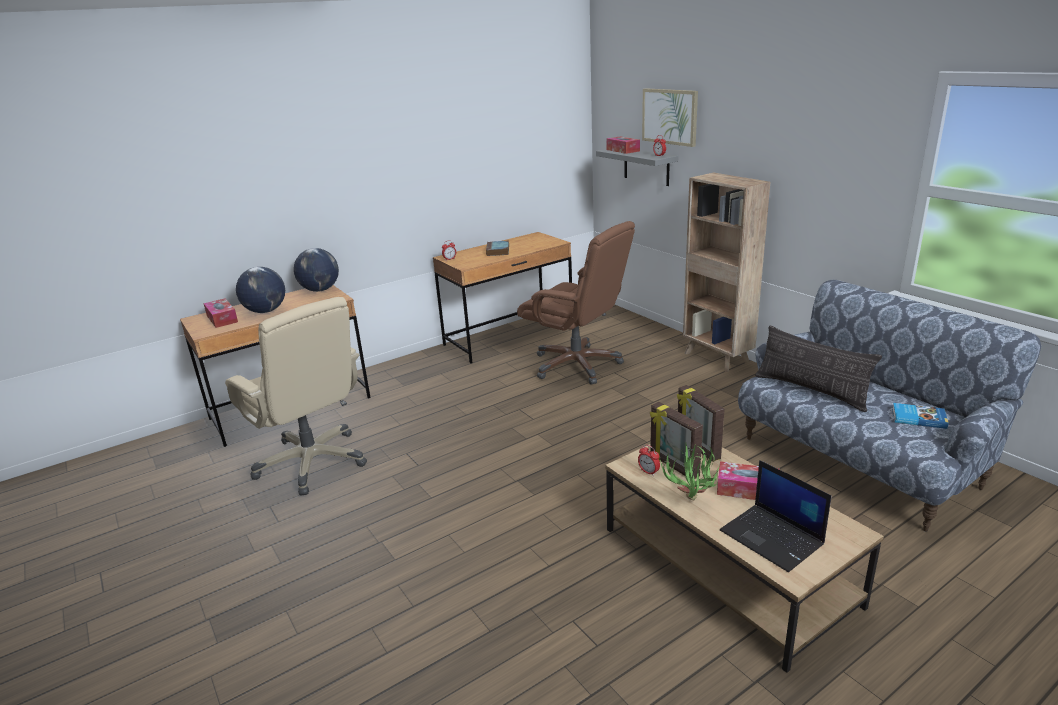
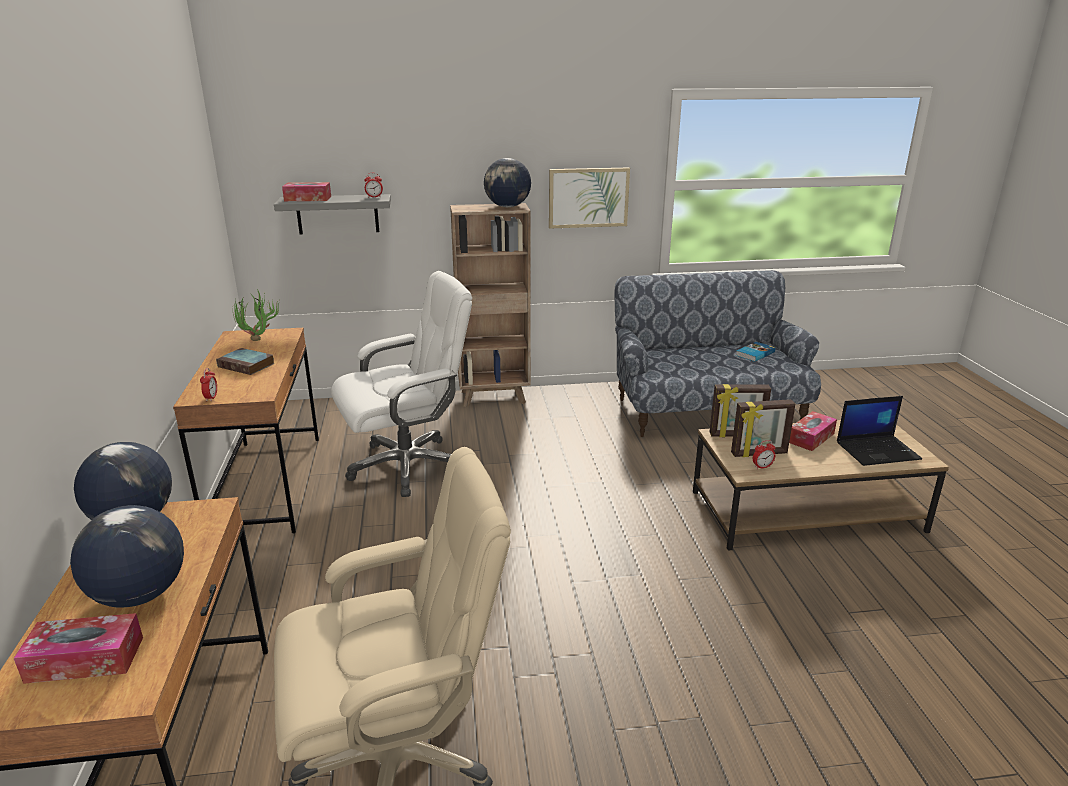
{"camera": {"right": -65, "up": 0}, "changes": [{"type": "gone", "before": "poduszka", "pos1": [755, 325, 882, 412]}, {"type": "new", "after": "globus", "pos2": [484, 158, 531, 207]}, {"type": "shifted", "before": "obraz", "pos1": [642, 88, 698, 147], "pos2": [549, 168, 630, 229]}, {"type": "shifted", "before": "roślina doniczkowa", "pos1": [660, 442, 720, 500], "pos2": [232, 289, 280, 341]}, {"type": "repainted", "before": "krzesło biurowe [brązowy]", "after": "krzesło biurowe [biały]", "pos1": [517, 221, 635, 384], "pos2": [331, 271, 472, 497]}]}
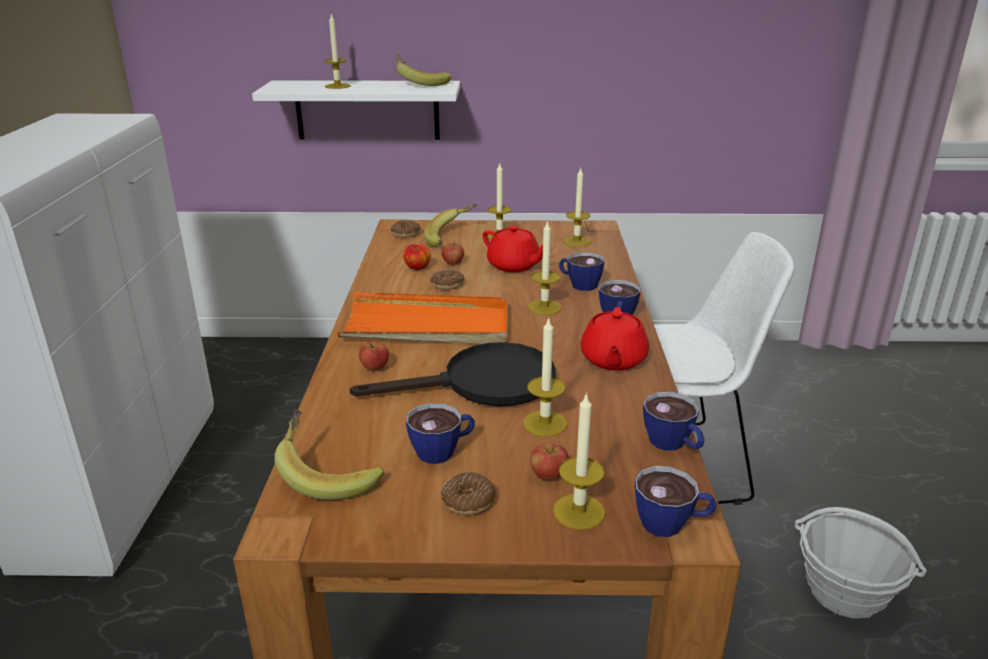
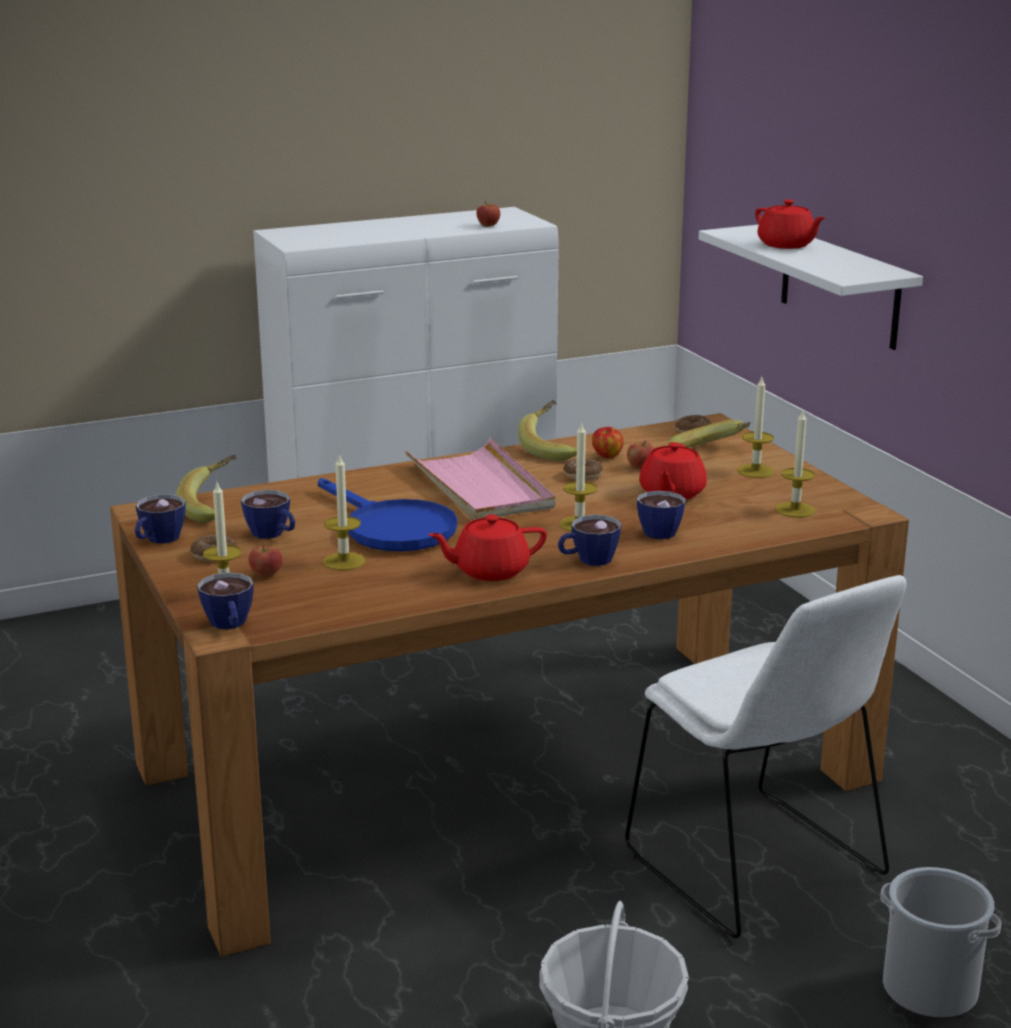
{"camera": {"right": 65, "up": -5}, "changes": [{"type": "new", "after": "wiadro", "pos2": [880, 867, 1002, 1019]}, {"type": "shifted", "before": "jabłko", "pos1": [359, 341, 389, 371], "pos2": [476, 201, 500, 227]}, {"type": "shifted", "before": "banan", "pos1": [396, 54, 451, 86], "pos2": [518, 400, 577, 461]}, {"type": "shifted", "before": "filiżanka", "pos1": [643, 392, 705, 451], "pos2": [135, 494, 186, 543]}, {"type": "swapped", "before": "świeca", "after": "imbryk [czerwony]", "pos1": [324, 14, 351, 89], "pos2": [755, 200, 825, 249]}, {"type": "repainted", "before": "taca [pomarańczowy]", "after": "taca [różowy]", "pos1": [337, 292, 508, 344], "pos2": [404, 438, 555, 520]}, {"type": "repainted", "before": "patelnia [czarny]", "after": "patelnia [niebieski]", "pos1": [350, 342, 556, 406], "pos2": [318, 478, 457, 551]}]}
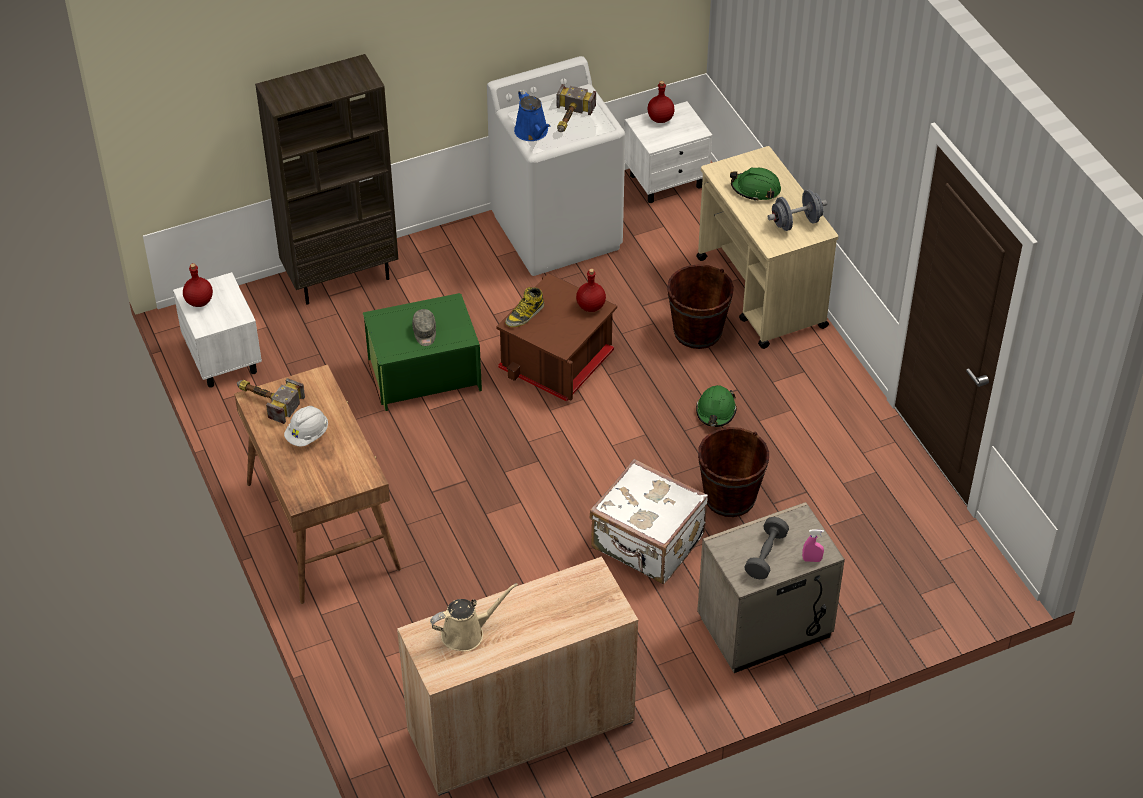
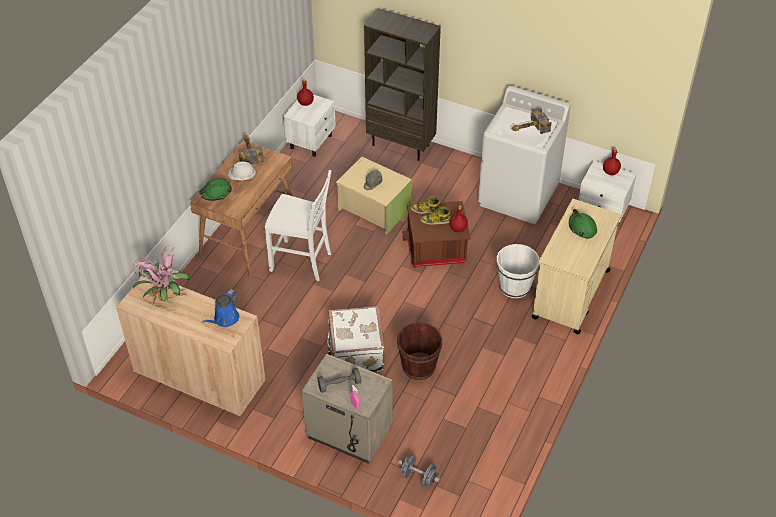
{"camera": {"right": 50, "up": 0}, "changes": [{"type": "new", "after": "krzesło [biały]", "pos2": [265, 170, 331, 281]}, {"type": "new", "after": "but z cholewką", "pos2": [420, 207, 451, 225]}, {"type": "shifted", "before": "konewka [niebieski]", "pos1": [514, 89, 550, 141], "pos2": [202, 289, 239, 327]}, {"type": "shifted", "before": "kask [zielony]", "pos1": [696, 385, 737, 427], "pos2": [199, 178, 232, 201]}, {"type": "shifted", "before": "hantel [szary]", "pos1": [768, 190, 827, 231], "pos2": [398, 455, 440, 487]}, {"type": "swapped", "before": "konewka [beżowy]", "after": "roślina doniczkowa", "pos1": [430, 583, 518, 651], "pos2": [133, 246, 189, 304]}, {"type": "repainted", "before": "pojemnik do przechowywania [zielony]", "after": "pojemnik do przechowywania [beżowy]", "pos1": [363, 293, 482, 411], "pos2": [336, 157, 411, 235]}, {"type": "repainted", "before": "wiadro [brązowy]", "after": "wiadro [biały]", "pos1": [667, 264, 734, 349], "pos2": [497, 244, 540, 298]}]}
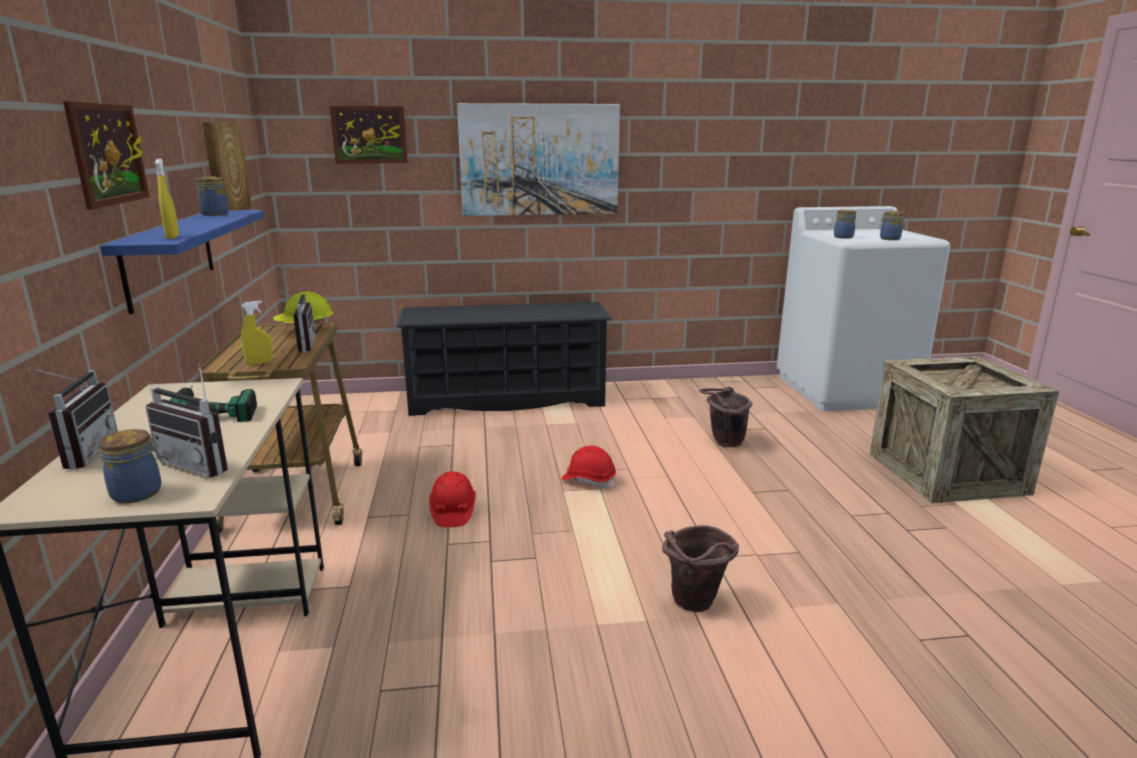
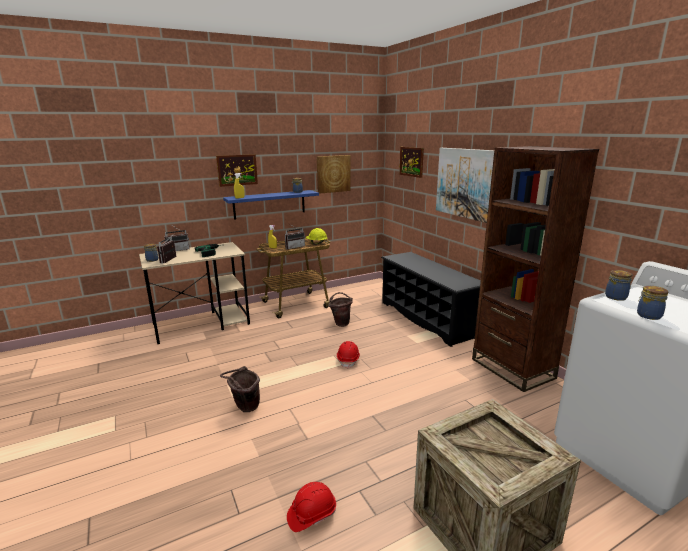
{"camera": {"right": 70, "up": 0}, "changes": [{"type": "new", "after": "regał [brązowy]", "pos2": [472, 146, 599, 392]}, {"type": "shifted", "before": "kask [czerwony]", "pos1": [429, 472, 476, 527], "pos2": [287, 482, 336, 532]}, {"type": "shifted", "before": "wiadro [brązowy]", "pos1": [699, 387, 752, 447], "pos2": [328, 292, 353, 327]}]}
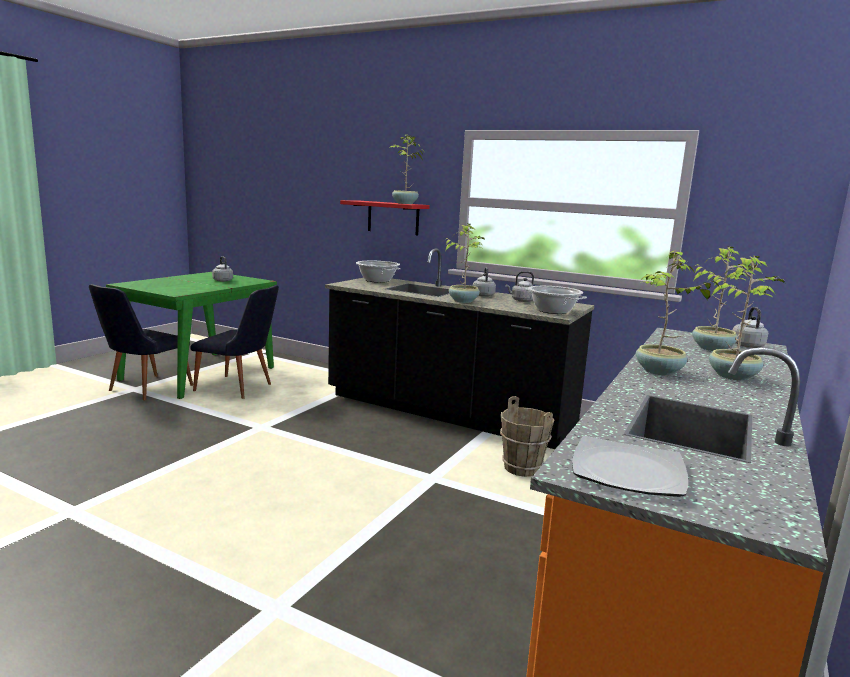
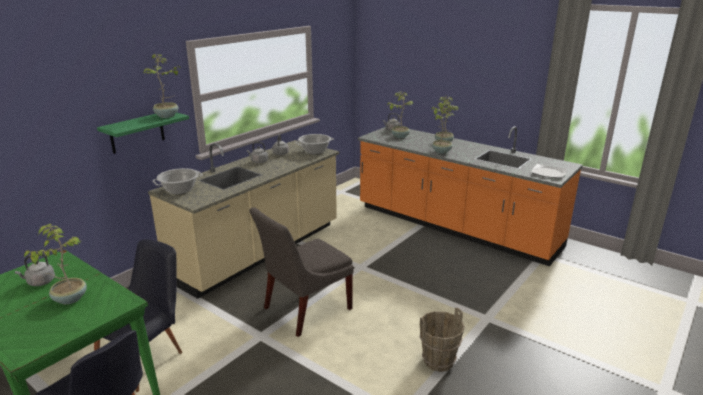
{"camera": {"right": -80, "up": 10}, "changes": [{"type": "new", "after": "krzesło [szary]", "pos2": [250, 207, 354, 337]}, {"type": "shifted", "before": "roślina doniczkowa", "pos1": [445, 224, 485, 303], "pos2": [24, 224, 87, 304]}, {"type": "shifted", "before": "wiadro [brązowy]", "pos1": [500, 396, 554, 477], "pos2": [420, 308, 465, 372]}, {"type": "repainted", "before": "zabudowa kuchenna [czarny]", "after": "zabudowa kuchenna [beżowy]", "pos1": [325, 248, 594, 449], "pos2": [148, 140, 339, 299]}, {"type": "repainted", "before": "półka [czerwony]", "after": "półka [zielony]", "pos1": [340, 200, 430, 236], "pos2": [97, 113, 189, 154]}]}
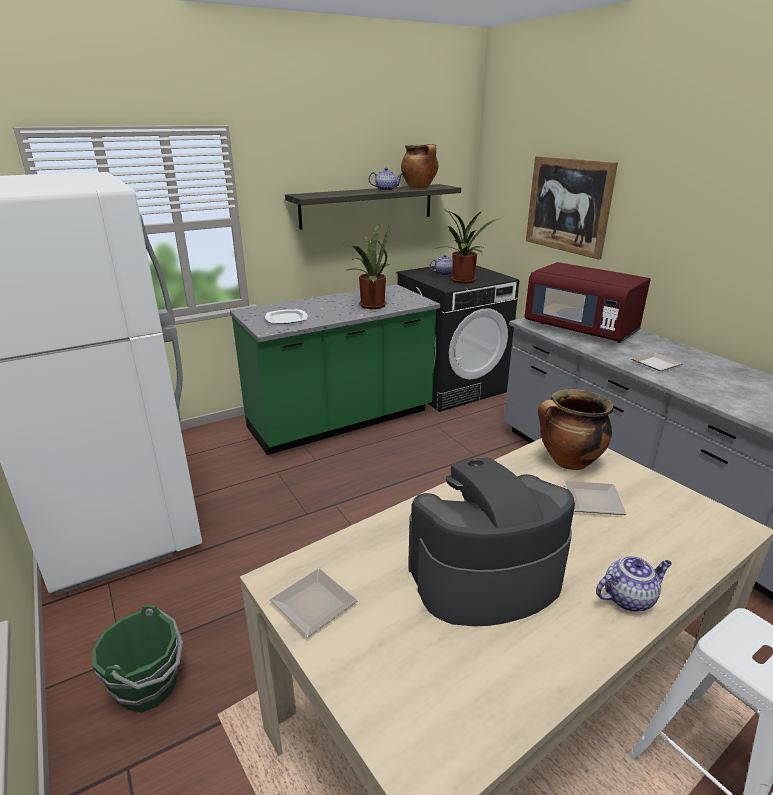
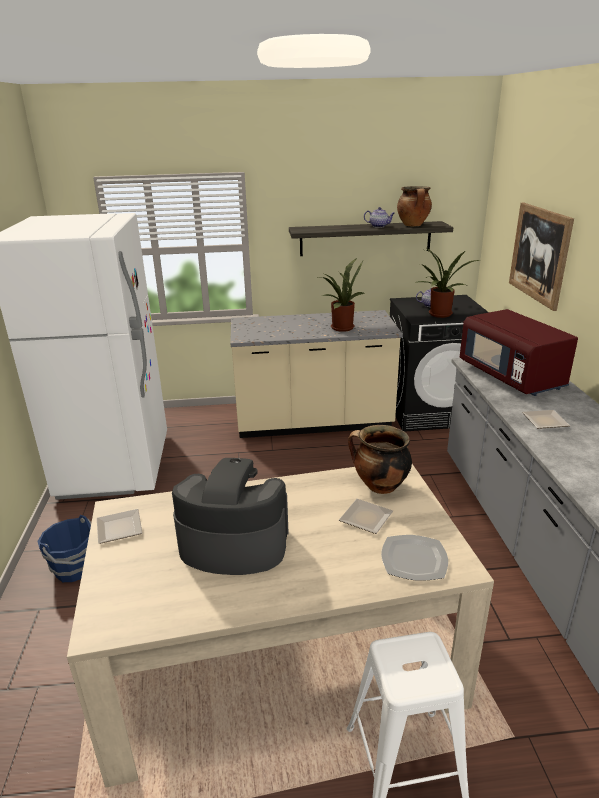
{"camera": {"right": 25, "up": 0}, "changes": [{"type": "gone", "before": "imbryk", "pos1": [596, 556, 672, 612]}, {"type": "shifted", "before": "talerz", "pos1": [265, 309, 308, 324], "pos2": [381, 535, 448, 581]}, {"type": "repainted", "before": "wiadro [zielony]", "after": "wiadro [niebieski]", "pos1": [92, 605, 183, 713], "pos2": [37, 515, 91, 582]}, {"type": "repainted", "before": "zabudowa kuchenna [zielony]", "after": "zabudowa kuchenna [beżowy]", "pos1": [230, 284, 440, 455], "pos2": [230, 310, 403, 438]}]}
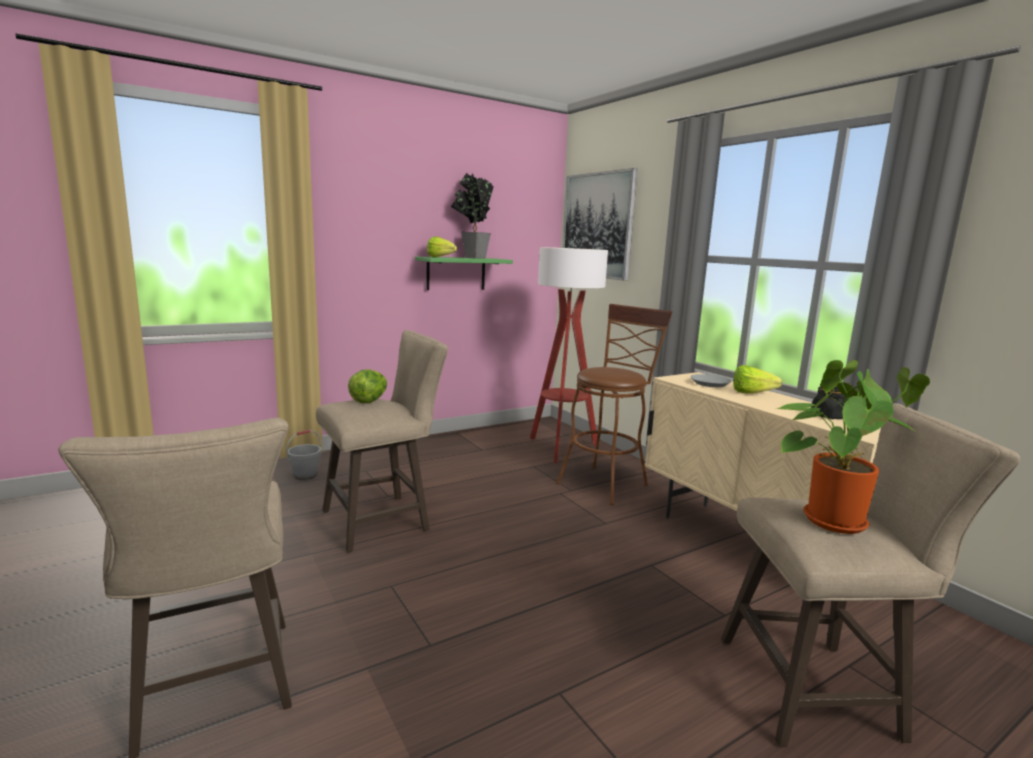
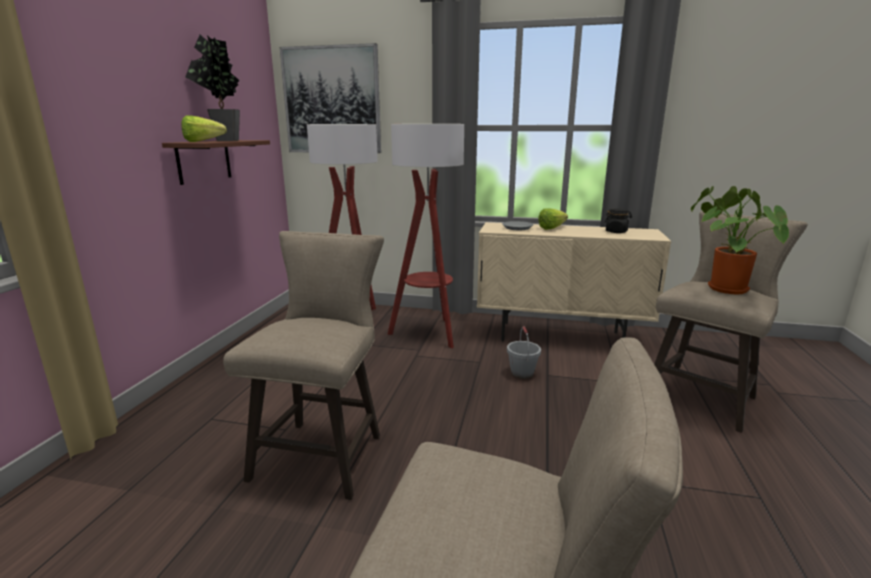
{"camera": {"right": -45, "up": 5}, "changes": [{"type": "gone", "before": "sałata", "pos1": [348, 369, 387, 403]}, {"type": "shifted", "before": "wiadro [szary]", "pos1": [287, 430, 322, 480], "pos2": [507, 326, 541, 379]}, {"type": "swapped", "before": "stołek [brązowy]", "after": "lampa stojąca", "pos1": [556, 304, 672, 505], "pos2": [387, 124, 464, 348]}, {"type": "repainted", "before": "półka [zielony]", "after": "półka [brązowy]", "pos1": [415, 257, 513, 290], "pos2": [162, 140, 270, 185]}]}
